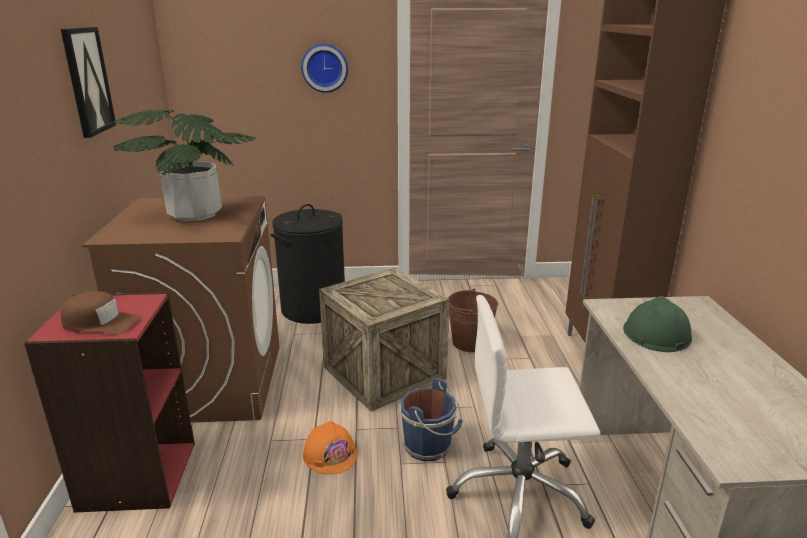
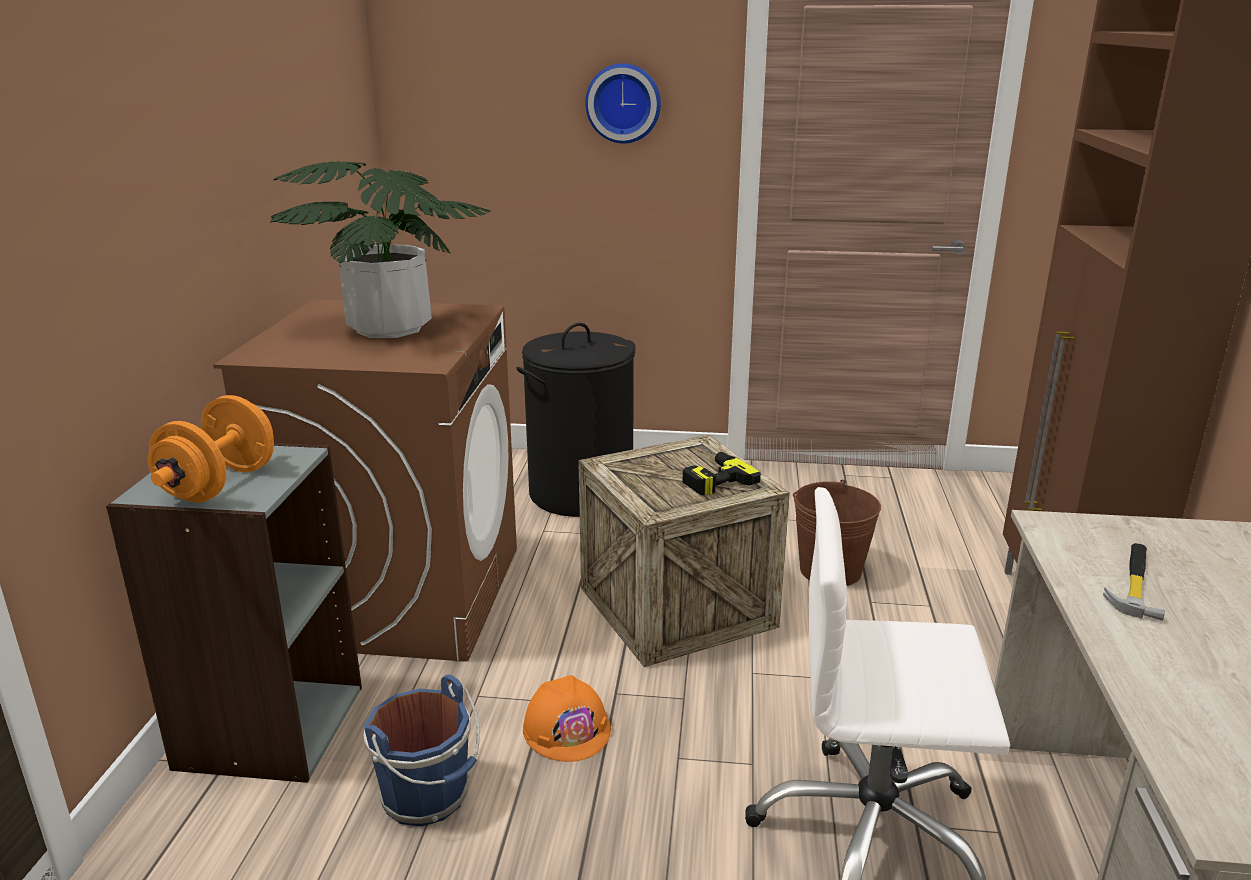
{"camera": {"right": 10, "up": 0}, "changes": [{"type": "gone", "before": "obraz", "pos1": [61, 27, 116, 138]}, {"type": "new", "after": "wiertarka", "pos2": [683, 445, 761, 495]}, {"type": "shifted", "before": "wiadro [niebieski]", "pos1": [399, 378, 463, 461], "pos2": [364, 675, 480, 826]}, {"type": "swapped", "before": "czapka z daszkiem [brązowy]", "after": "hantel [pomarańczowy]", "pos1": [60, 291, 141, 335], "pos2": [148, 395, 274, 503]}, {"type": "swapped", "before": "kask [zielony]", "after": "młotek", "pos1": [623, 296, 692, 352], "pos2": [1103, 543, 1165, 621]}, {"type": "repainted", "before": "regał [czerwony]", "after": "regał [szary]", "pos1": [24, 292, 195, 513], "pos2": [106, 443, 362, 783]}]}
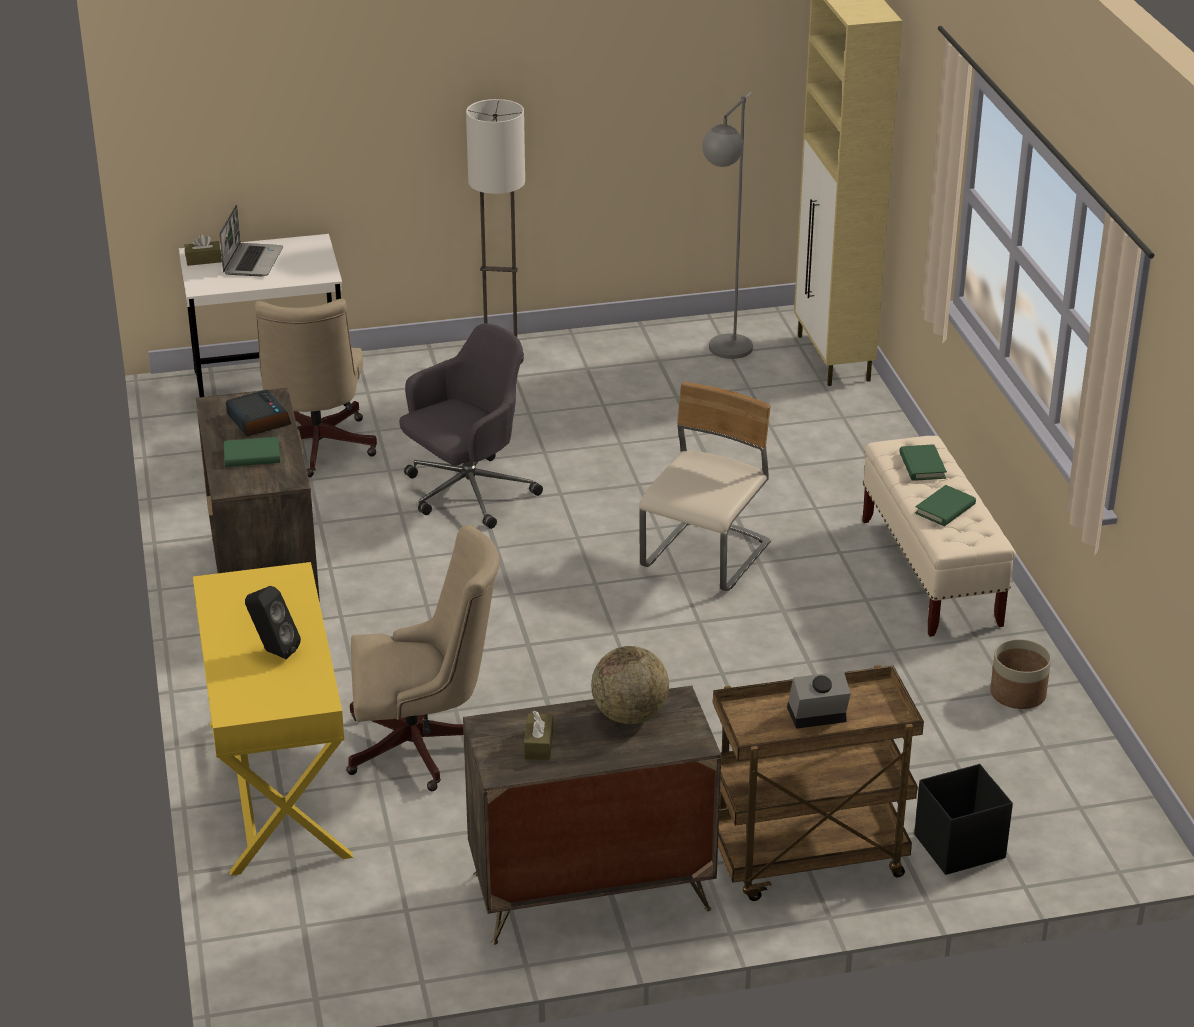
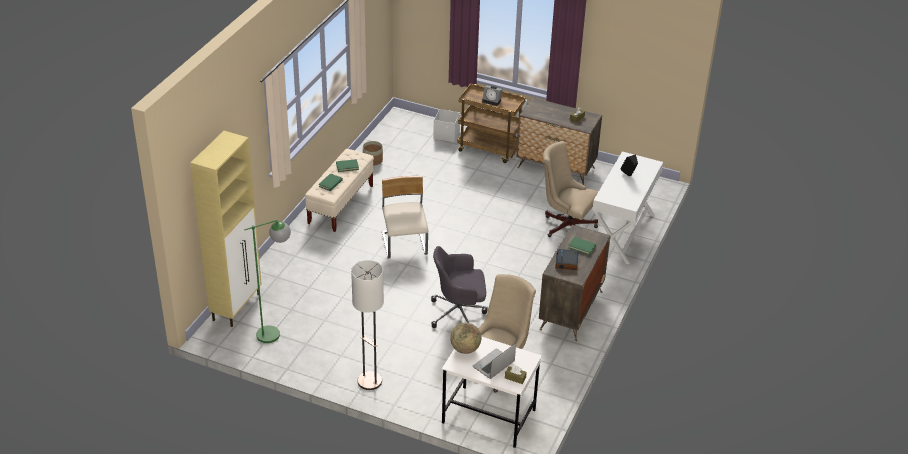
{"camera": {"right": -145, "up": 5}, "changes": [{"type": "shifted", "before": "globus", "pos1": [591, 646, 669, 724], "pos2": [450, 323, 481, 354]}, {"type": "repainted", "before": "biurko [żółty]", "after": "biurko [biały]", "pos1": [193, 562, 353, 876], "pos2": [592, 151, 663, 264]}, {"type": "repainted", "before": "lampa stojąca [szary]", "after": "lampa stojąca [zielony]", "pos1": [702, 92, 753, 359], "pos2": [244, 220, 291, 343]}, {"type": "repainted", "before": "pojemnik do przechowywania [czarny]", "after": "pojemnik do przechowywania [biały]", "pos1": [914, 764, 1013, 875], "pos2": [433, 109, 460, 142]}, {"type": "rotated", "before": "krzesło [beżowy]", "pos1": [639, 382, 771, 591], "pos2": [382, 176, 428, 258], "turn": 105}]}
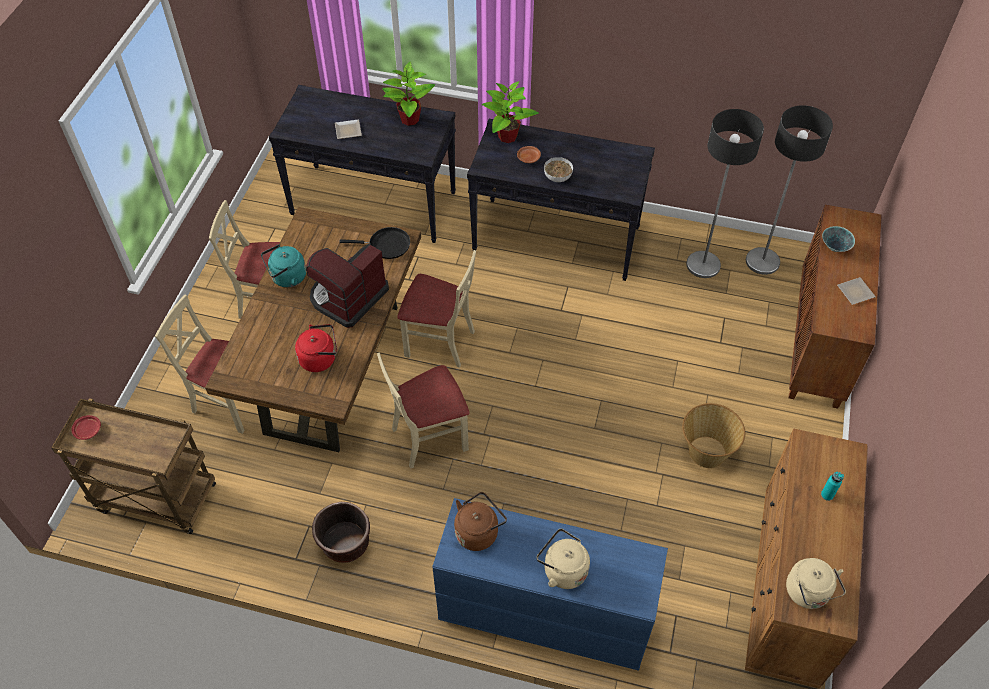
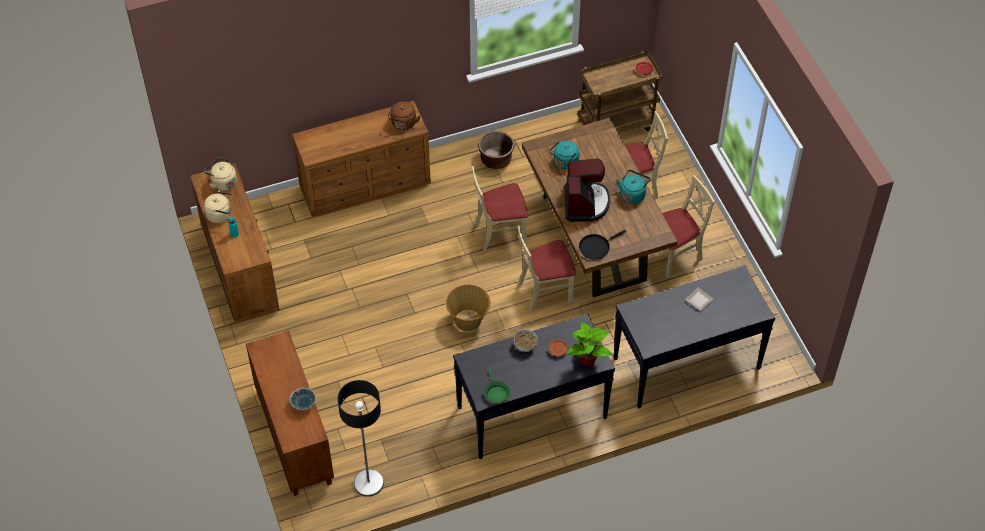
{"camera": {"right": 145, "up": 0}, "changes": [{"type": "gone", "before": "roślina doniczkowa", "pos1": [382, 61, 435, 126]}, {"type": "gone", "before": "lampa stojąca", "pos1": [686, 109, 764, 278]}, {"type": "gone", "before": "talerz", "pos1": [837, 277, 876, 305]}, {"type": "new", "after": "patelnia [zielony]", "pos2": [485, 367, 510, 403]}, {"type": "shifted", "before": "czajnik [beżowy]", "pos1": [537, 528, 590, 589], "pos2": [204, 191, 232, 224]}, {"type": "shifted", "before": "koszyk", "pos1": [682, 403, 745, 468], "pos2": [446, 285, 490, 331]}, {"type": "repainted", "before": "czajnik [czerwony]", "after": "czajnik [turkusowy]", "pos1": [295, 324, 337, 372], "pos2": [549, 140, 579, 169]}, {"type": "repainted", "before": "komoda [niebieski]", "after": "komoda [brązowy]", "pos1": [433, 498, 668, 671], "pos2": [292, 101, 431, 217]}, {"type": "rotated", "before": "krzesło [beżowy]", "pos1": [377, 352, 470, 469], "pos2": [472, 166, 528, 252], "turn": -135}]}
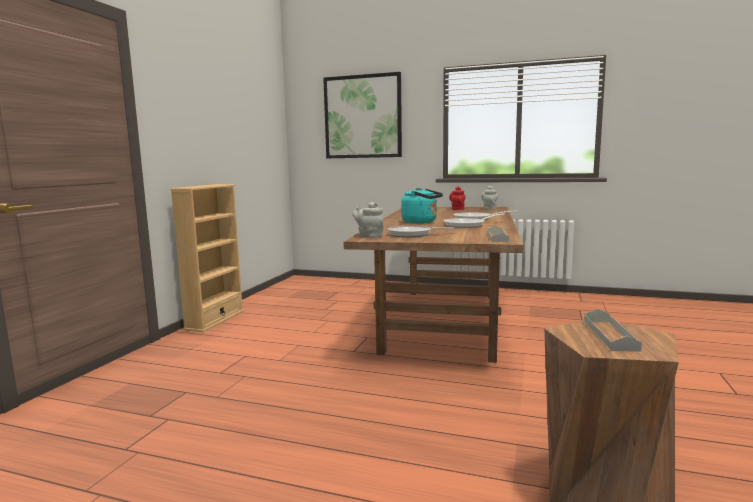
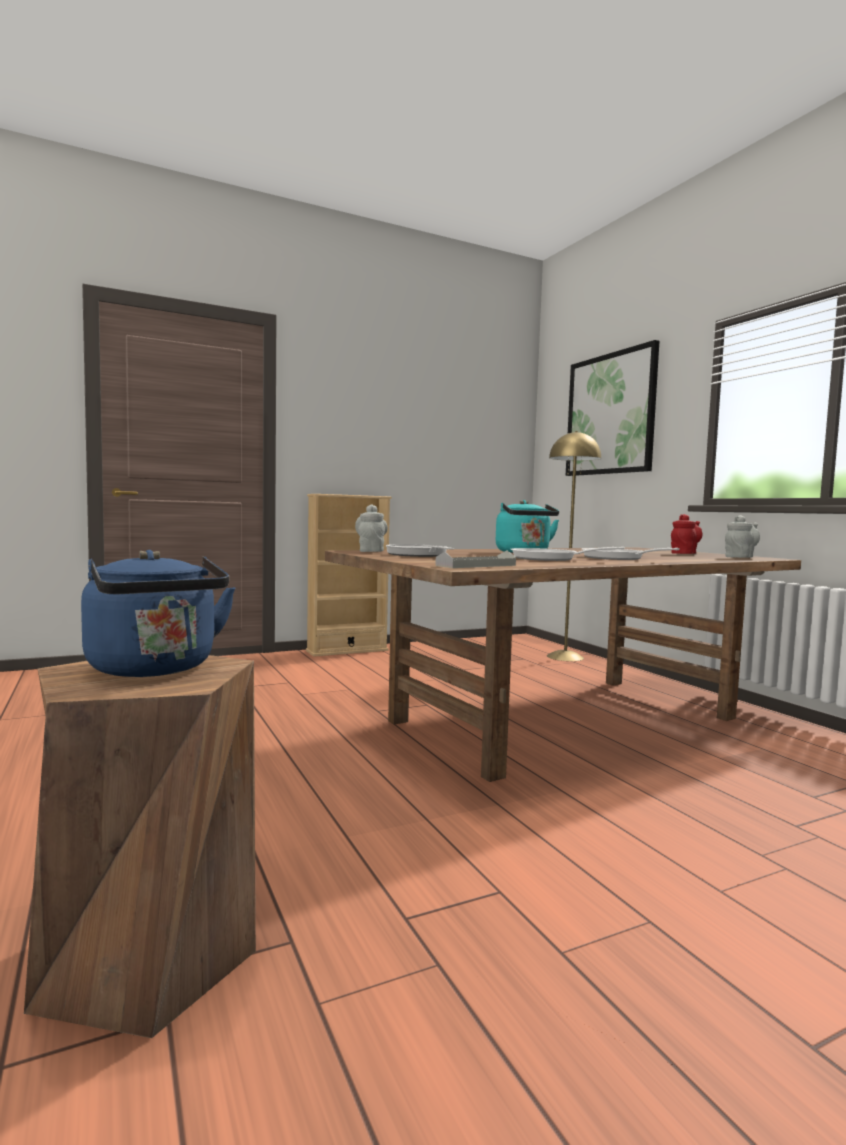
{"camera": {"right": 45, "up": -5}, "changes": [{"type": "new", "after": "lampa stojąca [żółty]", "pos2": [547, 431, 601, 661]}, {"type": "swapped", "before": "taca [szary]", "after": "czajnik [niebieski]", "pos1": [584, 308, 642, 352], "pos2": [81, 550, 235, 677]}]}
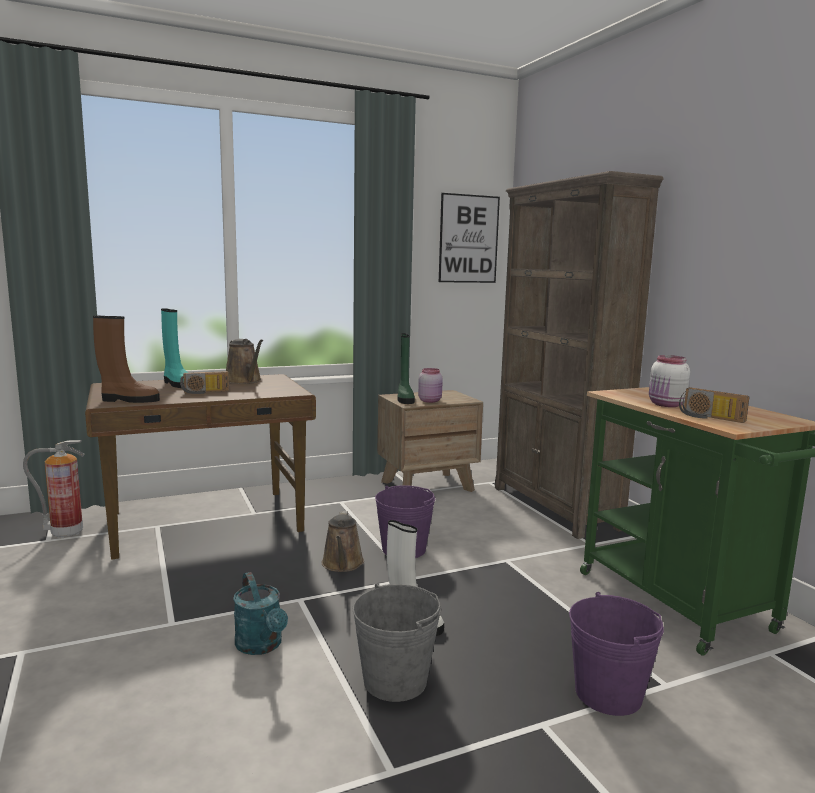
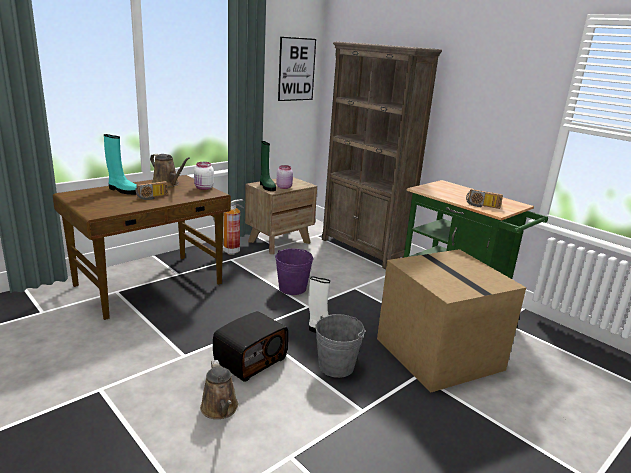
{"camera": {"right": -20, "up": 10}, "changes": [{"type": "gone", "before": "but z cholewką [brązowy]", "pos1": [93, 316, 160, 403]}, {"type": "shifted", "before": "gaśnica", "pos1": [23, 440, 85, 538], "pos2": [213, 199, 244, 255]}, {"type": "shifted", "before": "konewka [brązowy]", "pos1": [322, 511, 364, 572], "pos2": [200, 360, 238, 419]}, {"type": "shifted", "before": "słoik [biały]", "pos1": [649, 355, 690, 407], "pos2": [194, 162, 214, 190]}, {"type": "swapped", "before": "konewka [turkusowy]", "after": "radio", "pos1": [233, 572, 288, 655], "pos2": [213, 311, 288, 382]}, {"type": "swapped", "before": "wiadro [fioletowy]", "after": "karton", "pos1": [569, 592, 664, 716], "pos2": [377, 249, 526, 392]}]}
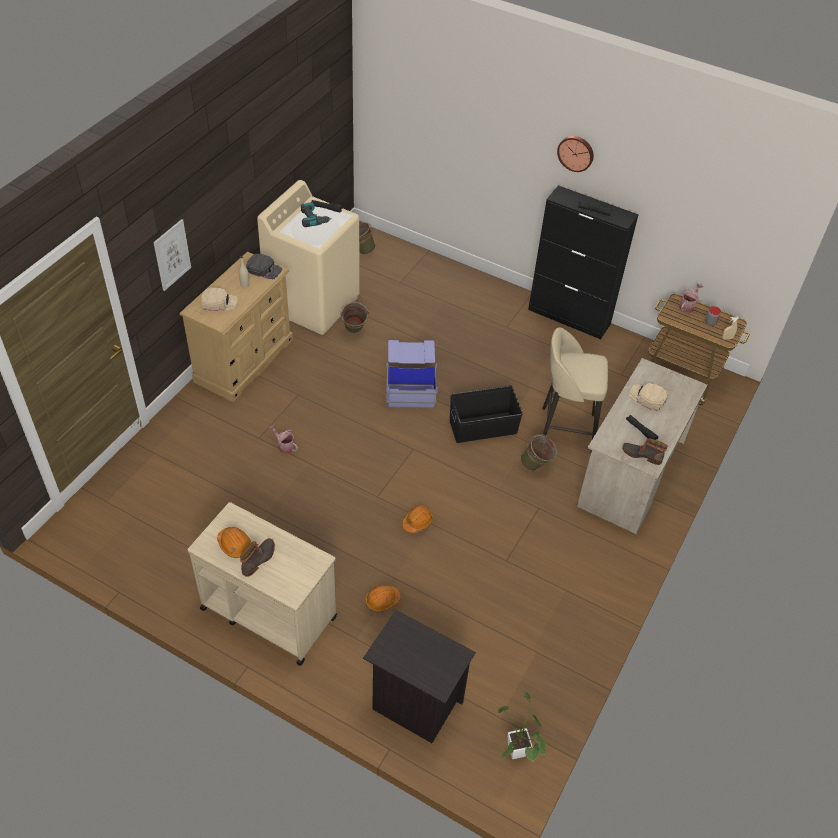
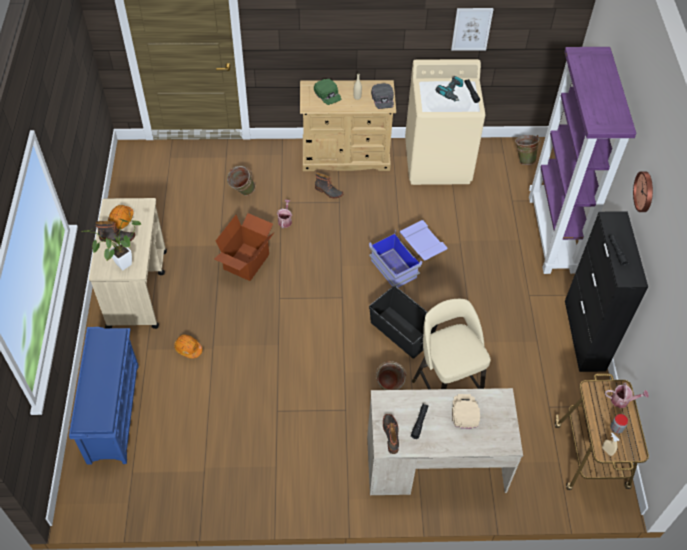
{"camera": {"right": 60, "up": 5}, "changes": [{"type": "gone", "before": "kask [pomarańczowy]", "pos1": [402, 505, 433, 533]}, {"type": "new", "after": "karton", "pos2": [214, 213, 275, 281]}, {"type": "new", "after": "but z cholewką", "pos2": [315, 172, 343, 198]}, {"type": "new", "after": "regał [fioletowy]", "pos2": [529, 47, 637, 274]}, {"type": "shifted", "before": "obraz", "pos1": [153, 219, 191, 291], "pos2": [451, 8, 493, 51]}, {"type": "shifted", "before": "wiadro [zielony]", "pos1": [340, 302, 369, 333], "pos2": [227, 166, 255, 195]}, {"type": "shifted", "before": "roślina doniczkowa", "pos1": [498, 692, 546, 761], "pos2": [81, 219, 141, 270]}, {"type": "swapped", "before": "szafka nocna [czarny]", "after": "regał na buty [niebieski]", "pos1": [363, 610, 476, 743], "pos2": [69, 327, 139, 465]}, {"type": "repainted", "before": "czapka z daszkiem [beżowy]", "after": "czapka z daszkiem [zielony]", "pos1": [201, 288, 238, 311], "pos2": [314, 79, 342, 105]}]}
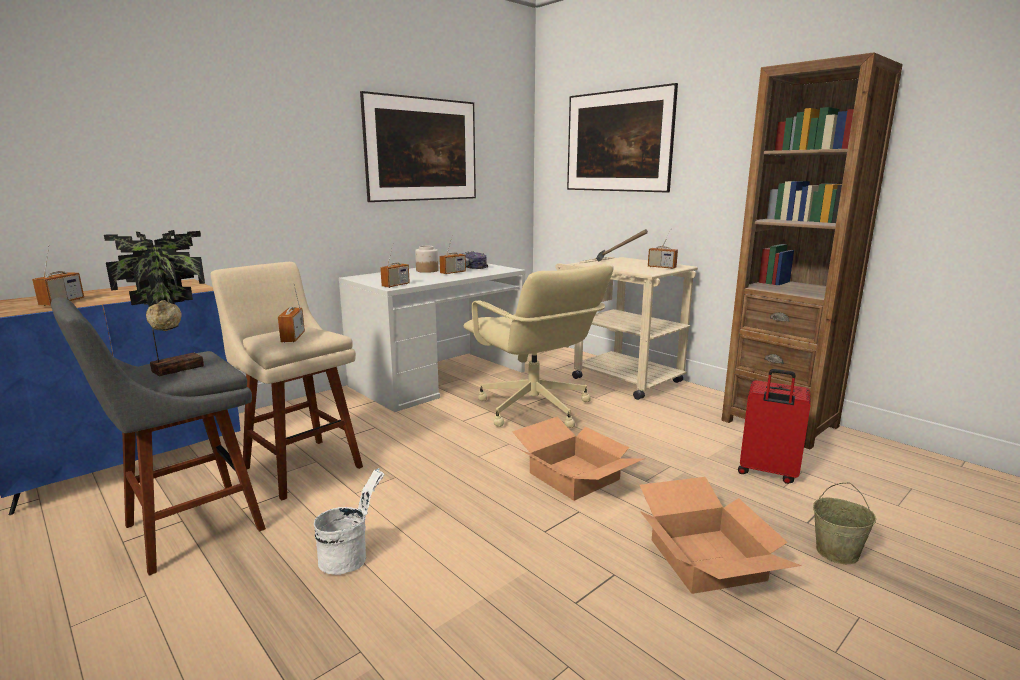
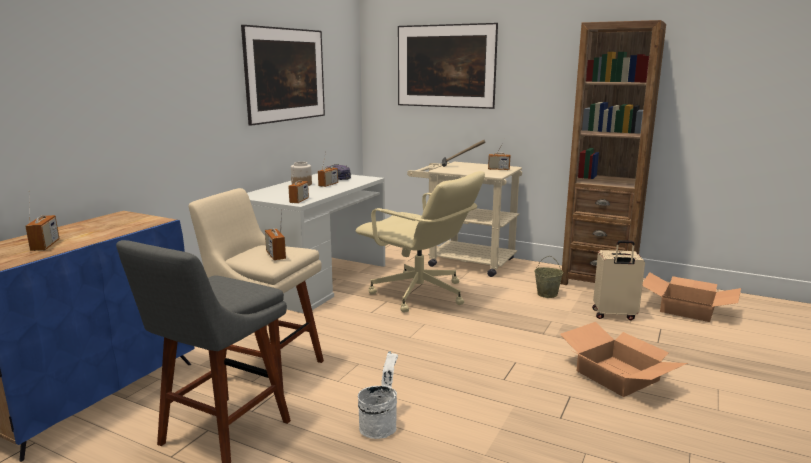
{"camera": {"right": -20, "up": 0}, "changes": [{"type": "gone", "before": "roślina doniczkowa", "pos1": [104, 230, 205, 376]}, {"type": "shifted", "before": "karton", "pos1": [512, 417, 645, 501], "pos2": [642, 272, 741, 322]}, {"type": "shifted", "before": "wiadro [beżowy]", "pos1": [813, 482, 876, 564], "pos2": [534, 256, 563, 298]}, {"type": "repainted", "before": "walizka [czerwony]", "after": "walizka [beżowy]", "pos1": [738, 369, 811, 484], "pos2": [592, 240, 645, 320]}]}
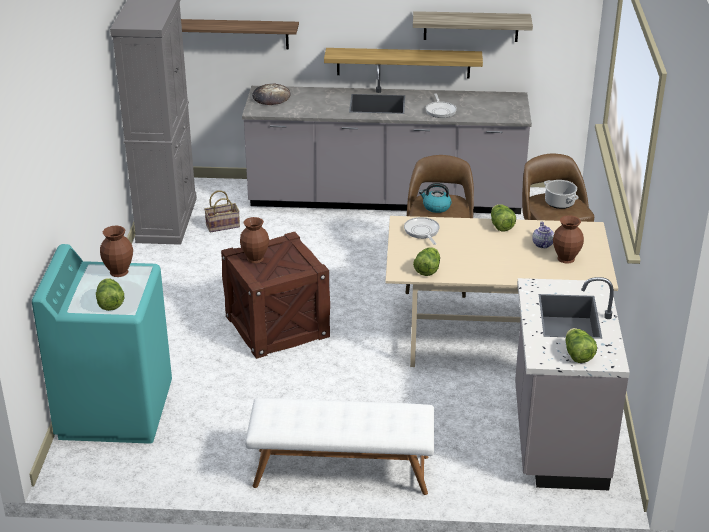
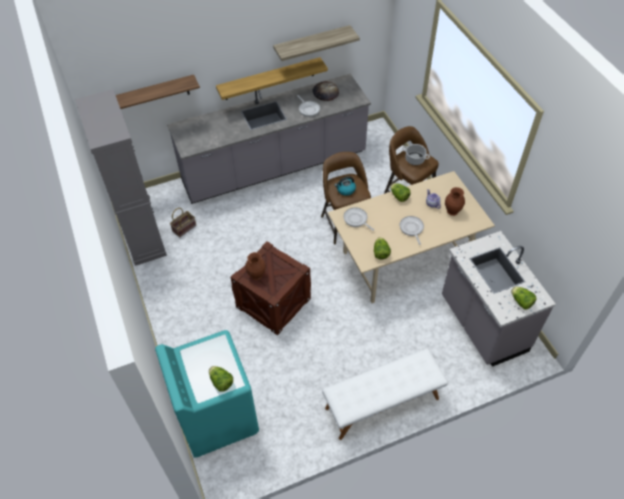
{"camera": {"right": -25, "up": 20}, "changes": [{"type": "gone", "before": "wazon [brązowy]", "pos1": [100, 226, 133, 277]}, {"type": "new", "after": "patelnia", "pos2": [400, 216, 424, 245]}, {"type": "shifted", "before": "chleb", "pos1": [252, 83, 291, 105], "pos2": [312, 81, 339, 101]}]}
